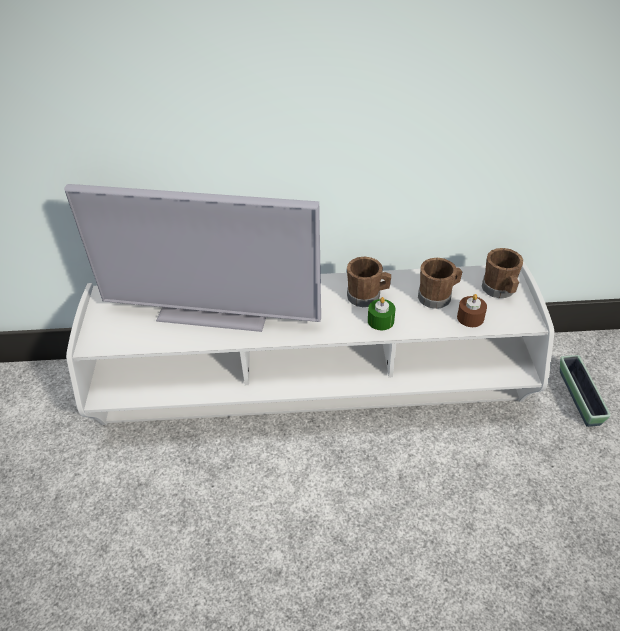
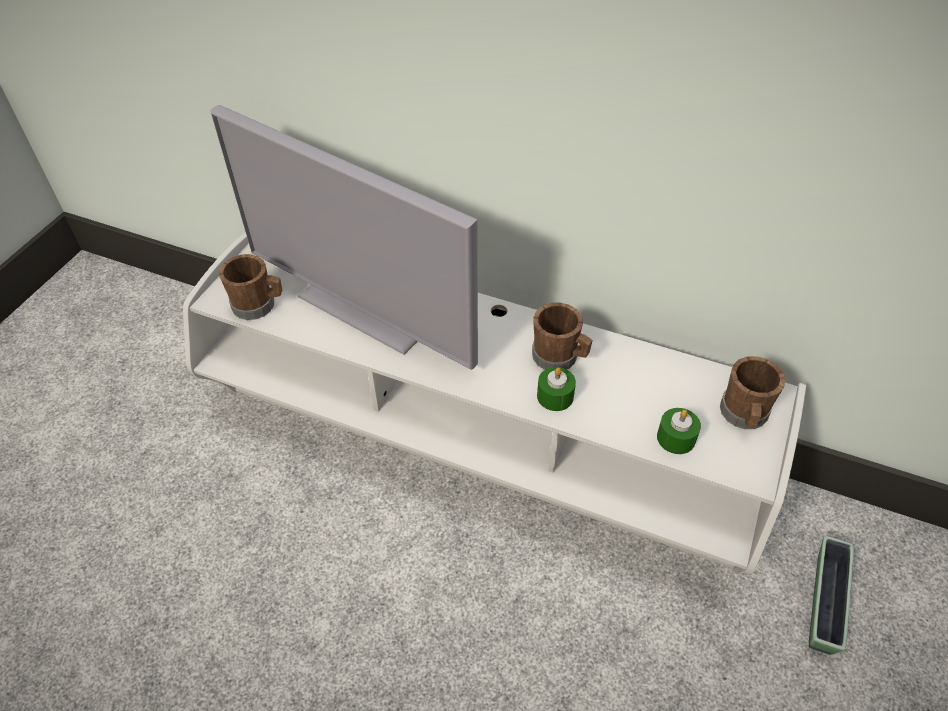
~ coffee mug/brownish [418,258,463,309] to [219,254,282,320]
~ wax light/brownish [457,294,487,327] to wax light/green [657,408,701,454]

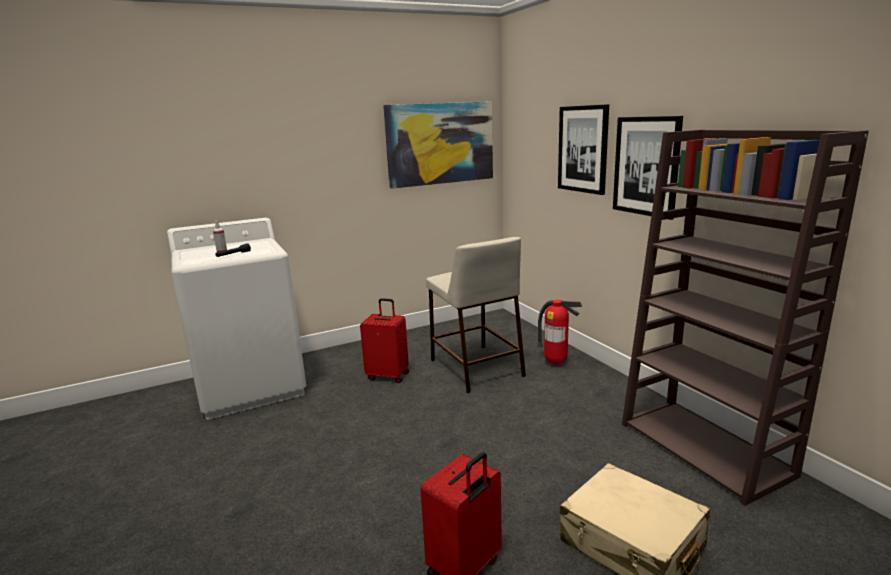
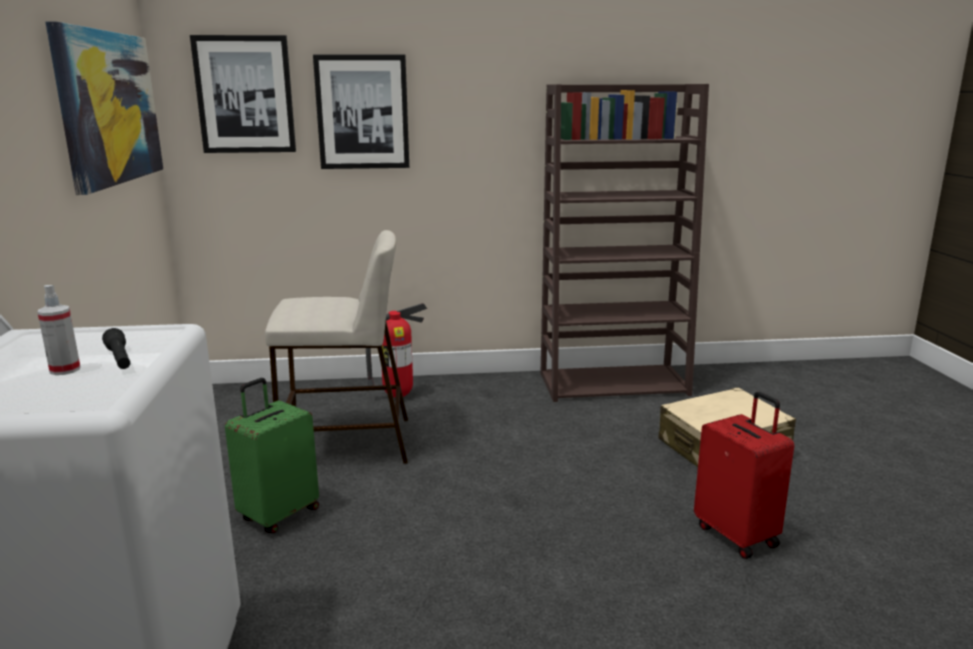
~ wall art [613,116,683,220] to [190,35,296,153]
~ piece of luggage/red [360,298,409,383] to piece of luggage/green [225,378,319,533]

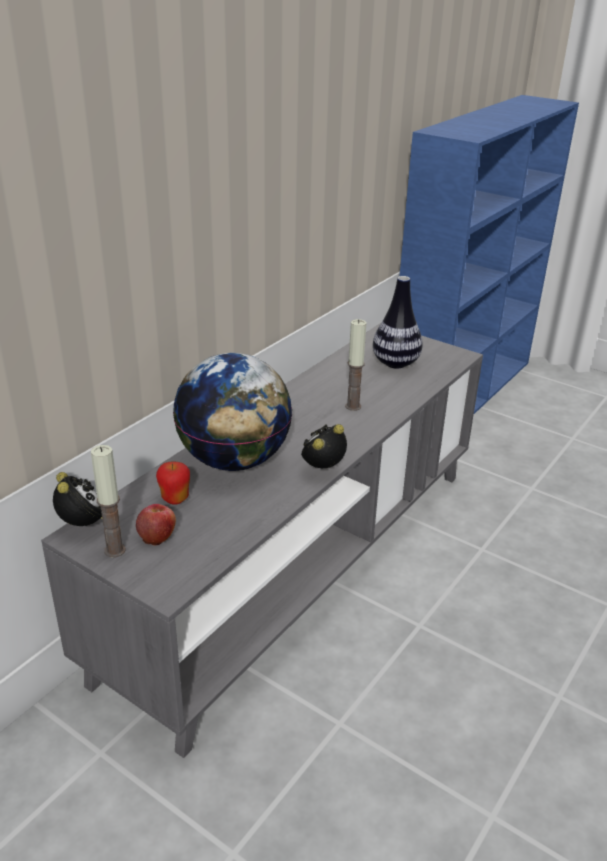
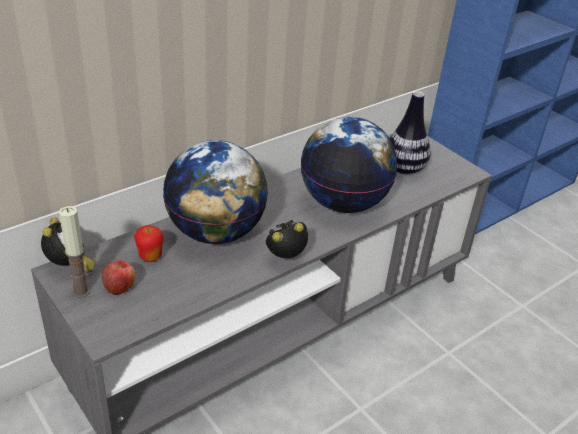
~ wax light [345,319,367,411] to globe [301,117,397,213]

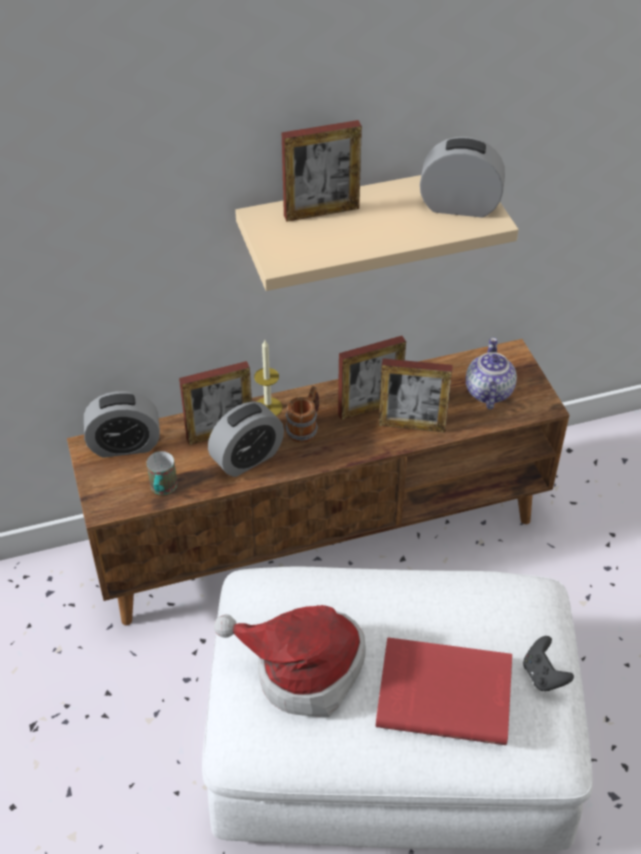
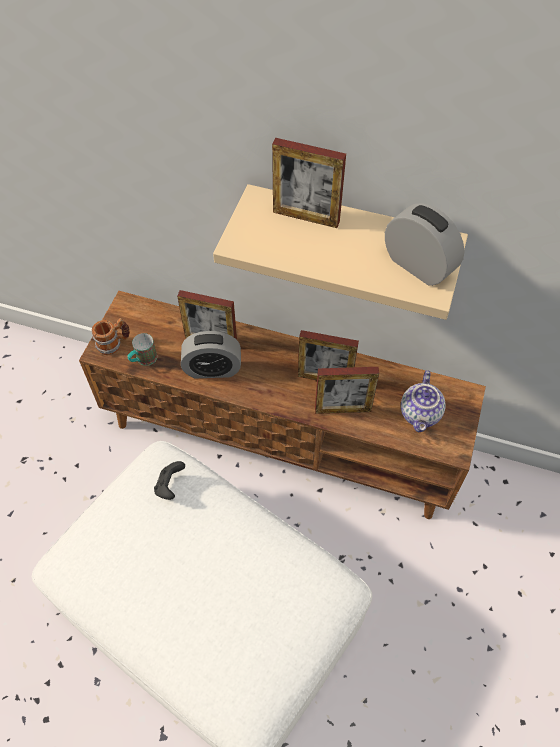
~ coffee mug [285,386,319,443] to [91,318,130,355]
~ joypad/black-coloured [523,636,574,691] to [154,461,185,500]
~ photo frame [378,358,453,432] = [315,367,379,414] 45 degrees counterclockwise
~ pot for tea [466,337,517,409] = [401,370,446,432] 150 degrees clockwise
- bedside clock [84,391,160,458]
- hat [214,605,366,717]
- wax light [254,340,282,416]
- volume/red [376,637,512,745]

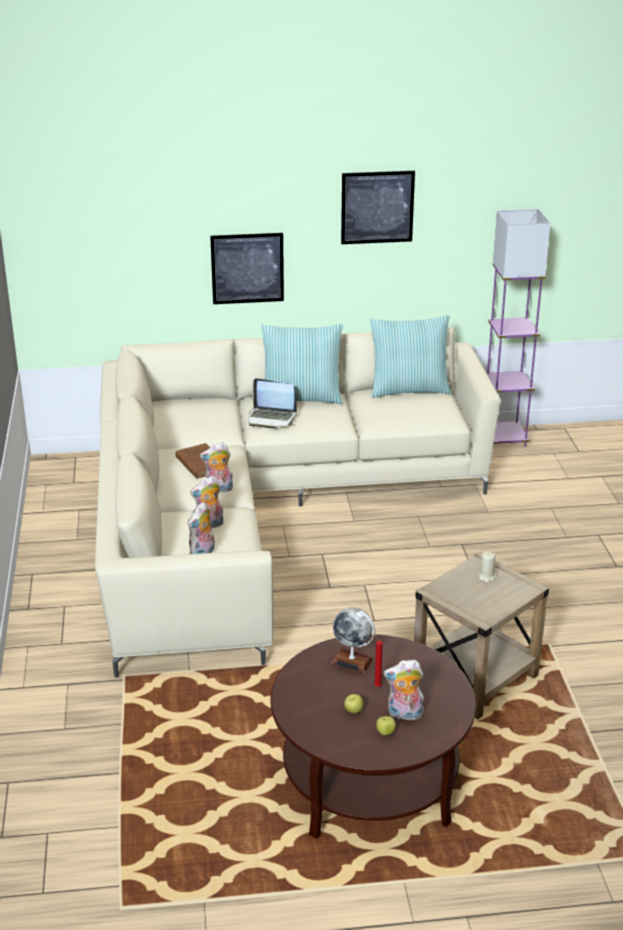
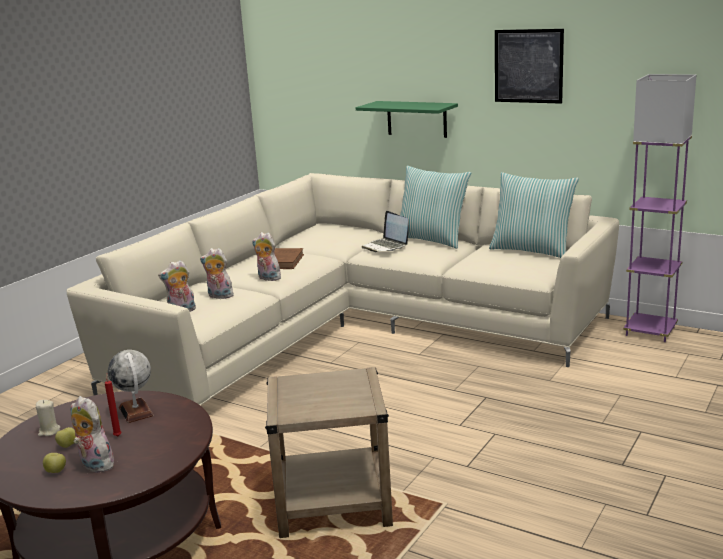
~ wax light/sand-coloured [478,552,496,583] to [36,400,60,436]
~ wall art [210,233,284,304] to bracket shelf/green [356,101,458,138]

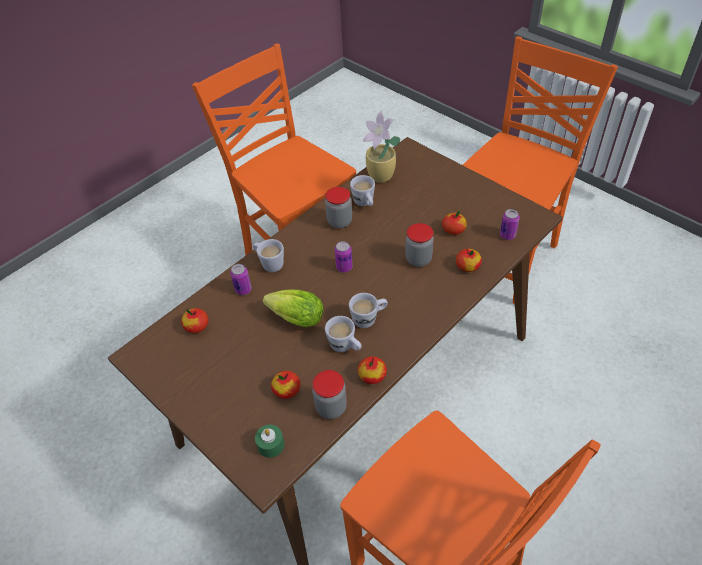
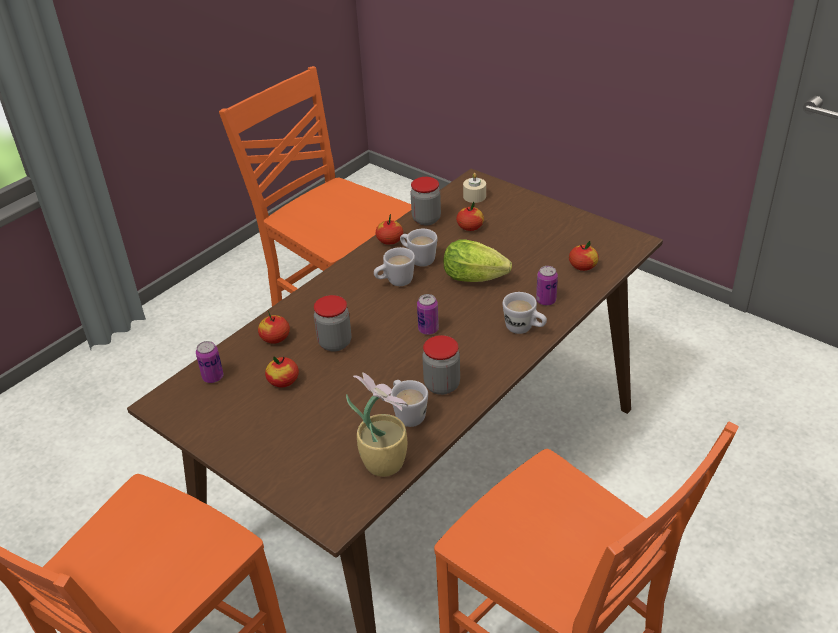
~ wax light/green [255,425,284,458] to wax light/sand-coloured [463,173,486,203]

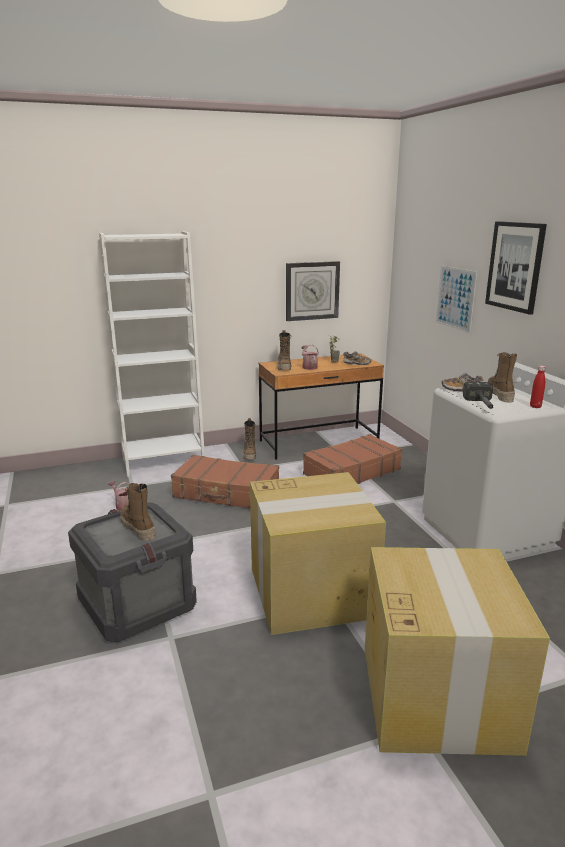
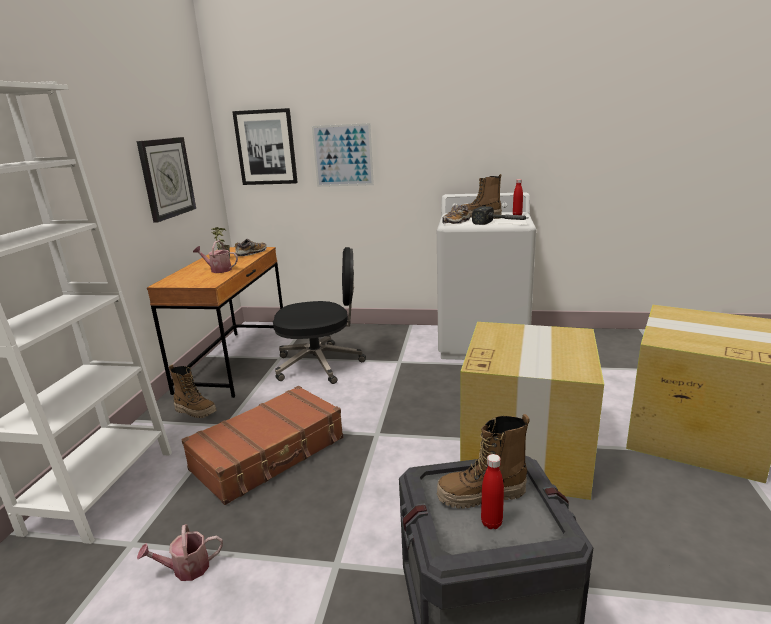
~ wall art [485,221,547,315] to [232,108,298,185]
~ piece of luggage/brownish [303,434,402,484] to office chair/black-coloured [273,247,366,384]
+ bottle/red [481,454,504,529]
- high-top boot [278,330,291,370]

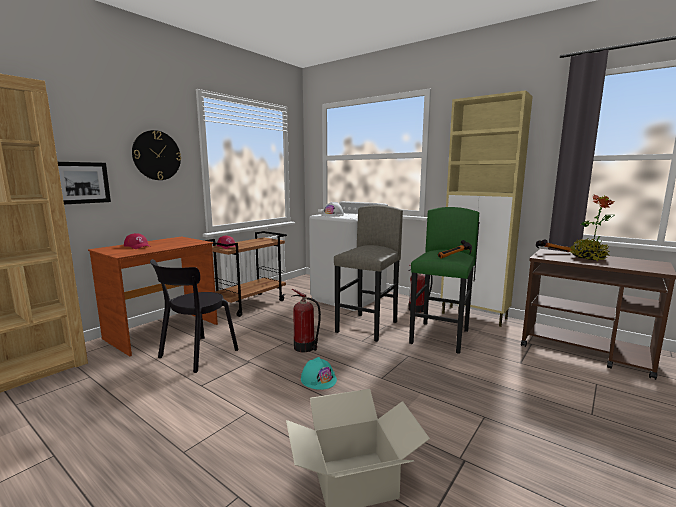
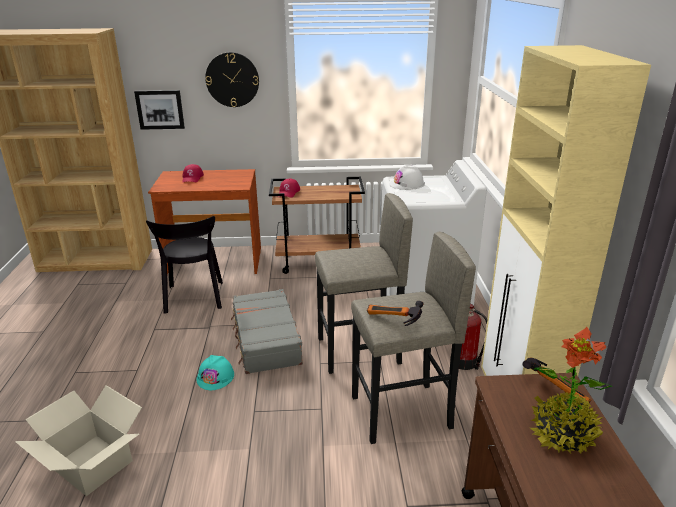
~ upright chair/black-coloured [150,259,239,373] = [146,216,223,314] 90 degrees counterclockwise
~ fire-fighting cylinder [292,289,321,352] to piece of luggage/gray [231,289,303,374]
~ stool/green [409,207,479,354] to stool/gray [351,232,476,444]

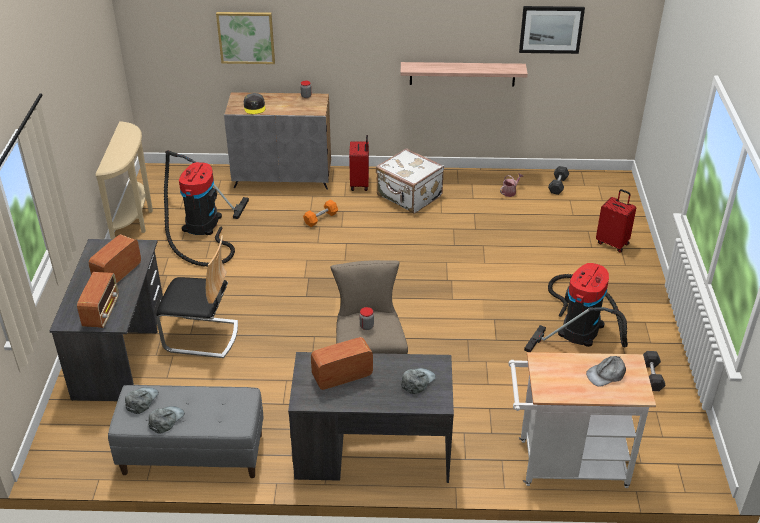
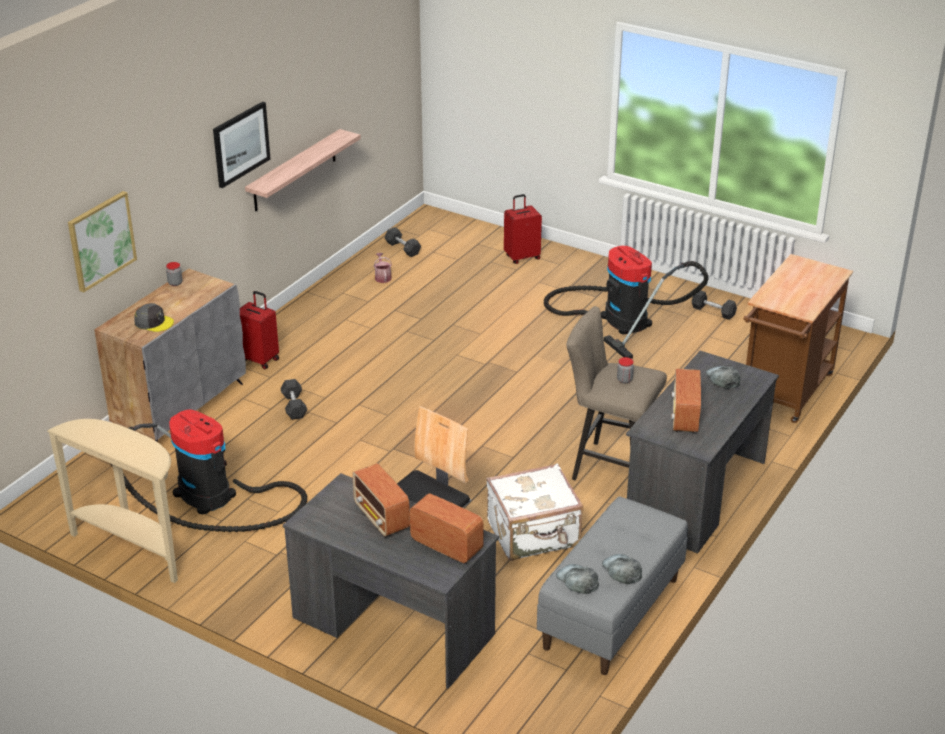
~ wall art [519,6,585,54] to [213,102,270,188]
~ hand weight/orange [303,200,338,227] to hand weight/gray [280,379,307,420]
~ piece of luggage/white [376,148,444,213] to [486,463,583,561]
~ trolley/white [509,352,656,488] to trolley/brownish [744,254,853,423]
- cap/gray [586,356,626,387]

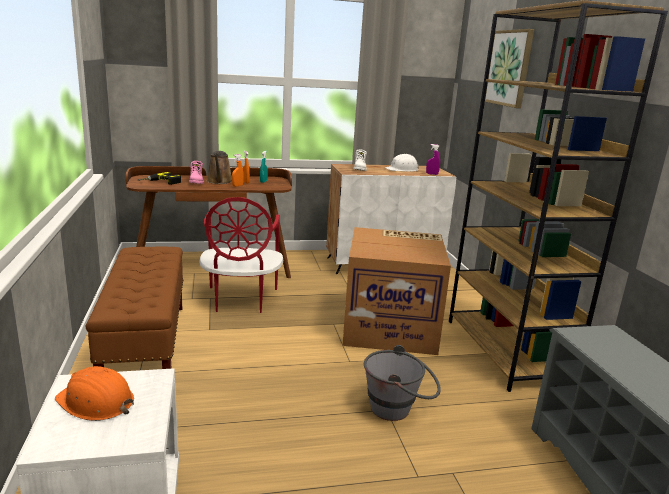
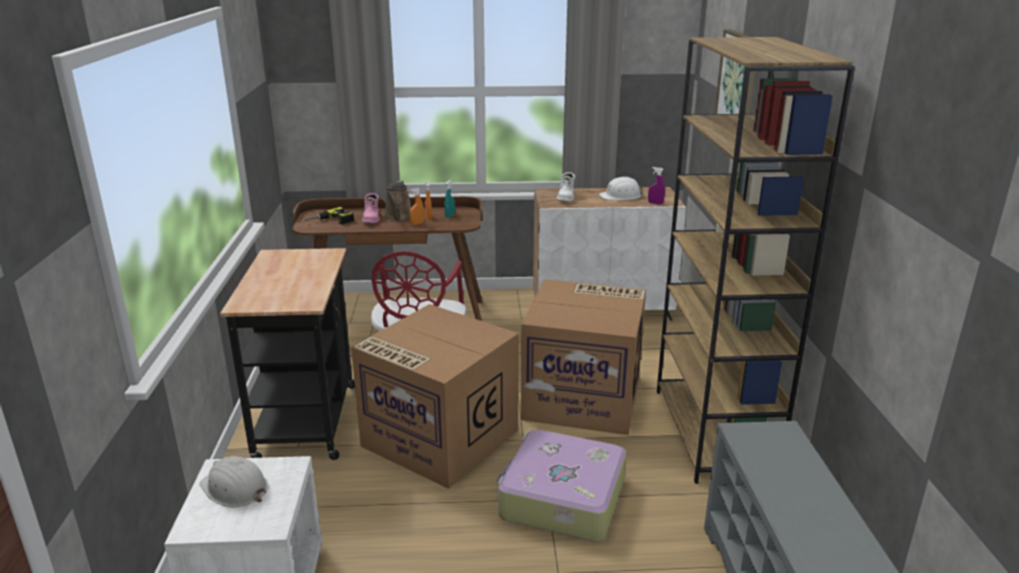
~ hard hat/orange [55,366,134,421] to hard hat/white [200,456,268,507]
~ indoor bench/brownish [86,247,183,369] to trolley/black-coloured [220,247,355,460]
+ cardboard box [351,304,519,489]
~ bucket/gray [364,345,441,421] to piece of luggage [497,430,626,542]

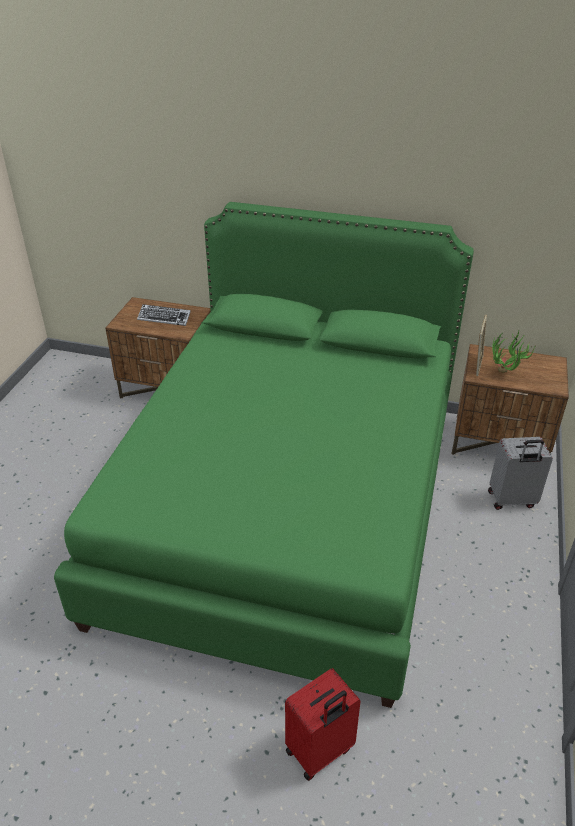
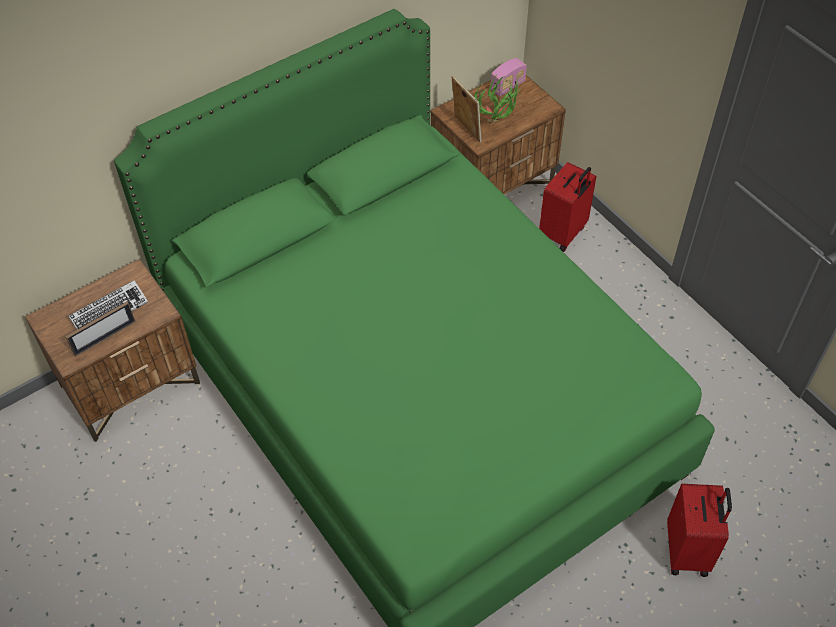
+ photo frame [65,301,135,357]
+ radio [491,58,527,96]
~ piece of luggage/gray [488,437,553,510] to piece of luggage/red [539,162,596,252]

